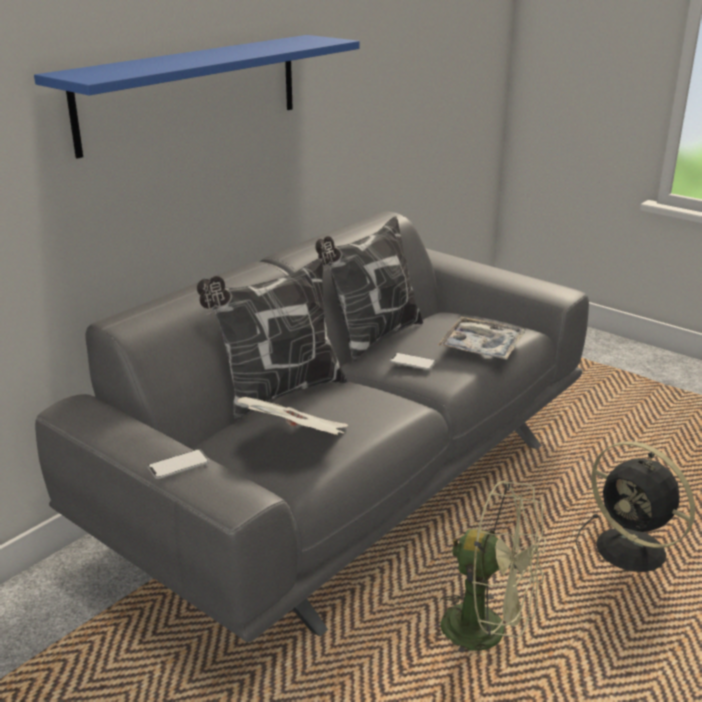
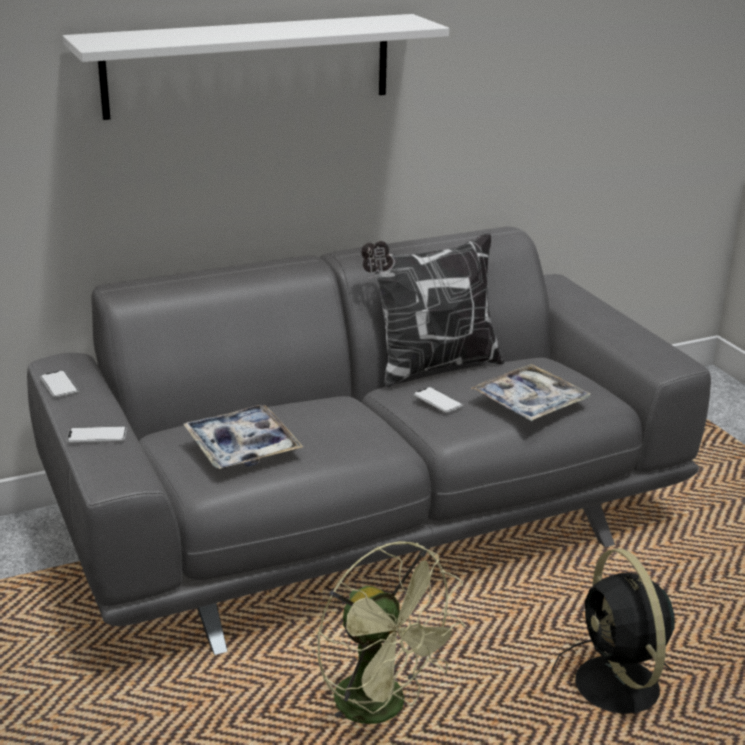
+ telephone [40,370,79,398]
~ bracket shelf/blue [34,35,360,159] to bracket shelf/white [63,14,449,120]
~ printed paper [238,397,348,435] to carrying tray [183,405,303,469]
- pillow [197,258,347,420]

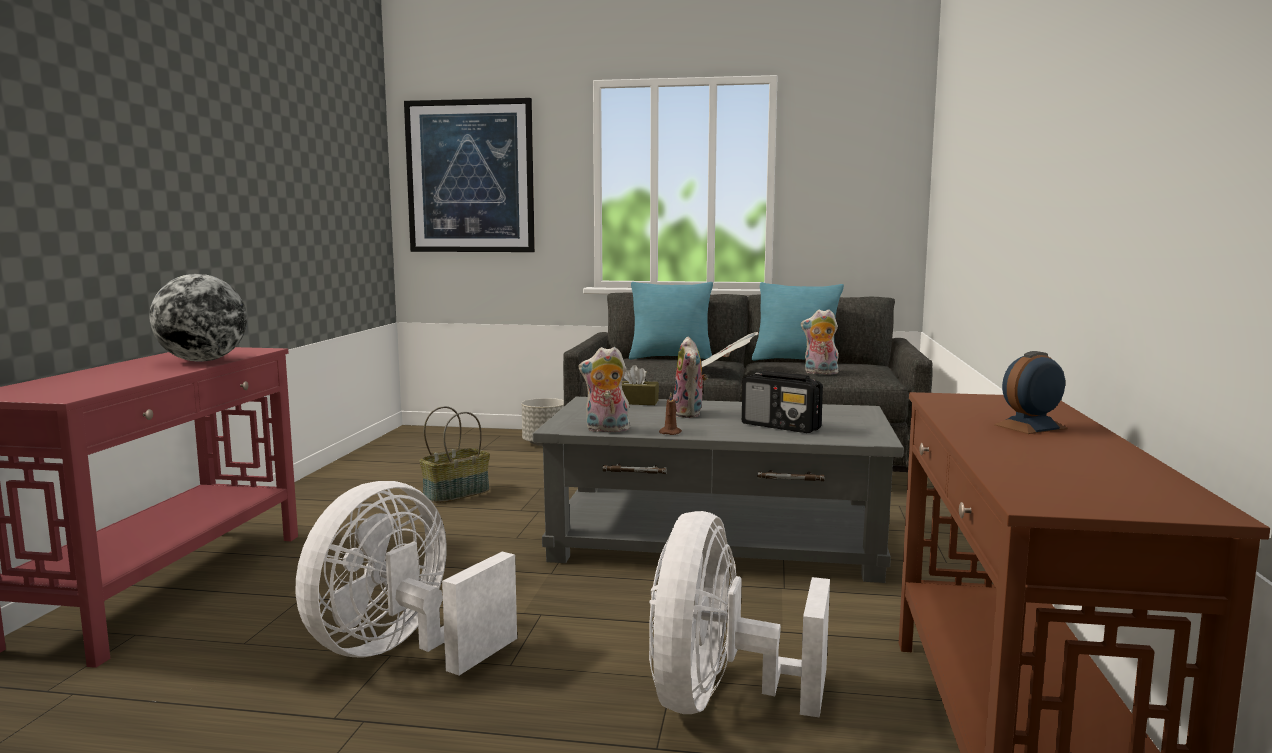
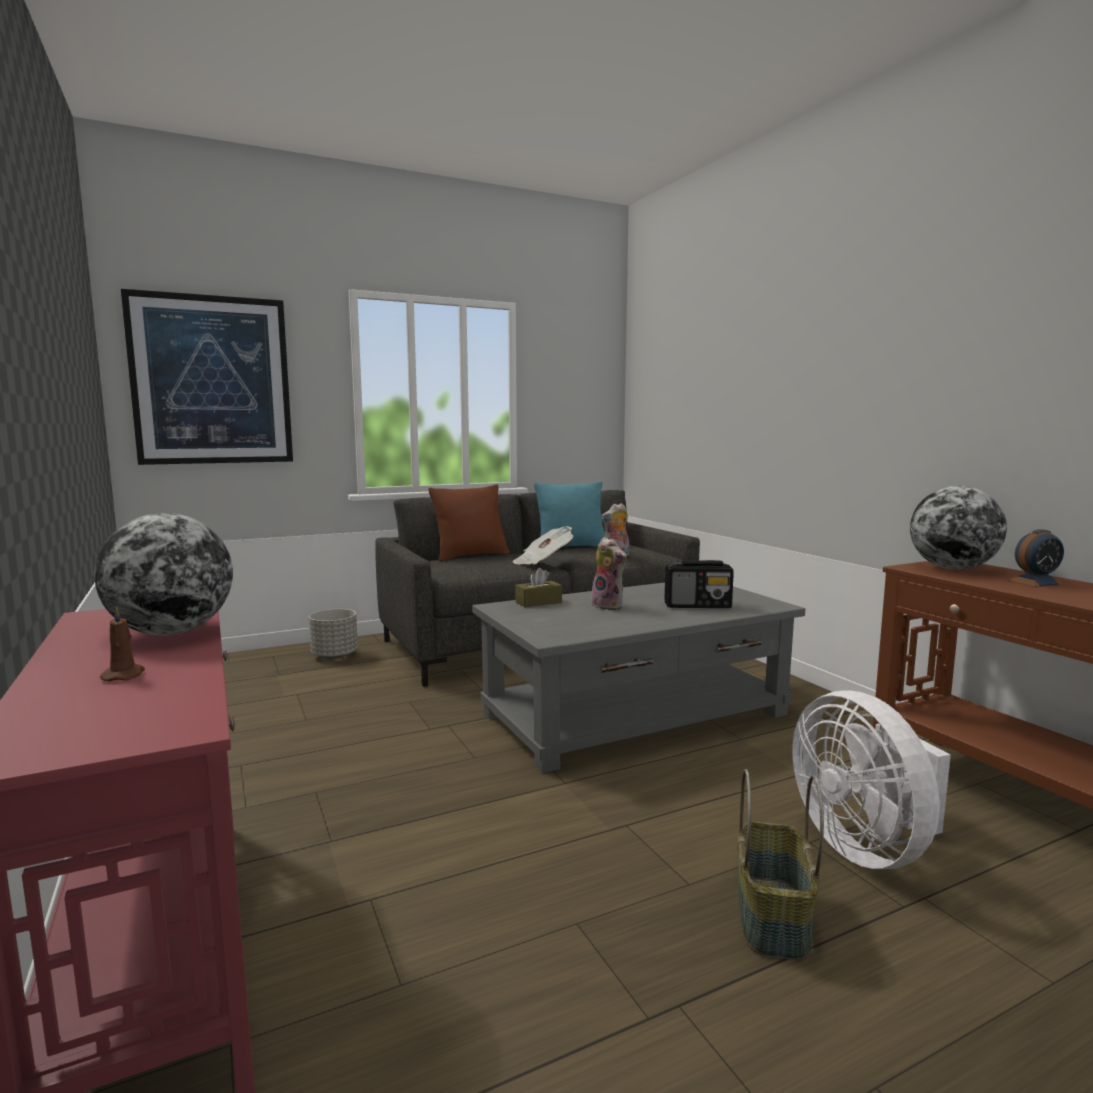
~ wax light/brownish [659,393,682,435] to [100,606,145,681]
~ pillow/blue-green [629,282,713,359] to pillow/brownish [428,484,510,562]
~ basket [420,406,490,503] to [738,769,824,960]
+ globe [910,486,1007,570]
~ bedside clock [994,351,1067,434] = [1007,529,1064,587] 135 degrees counterclockwise
- electric fan/white [296,481,517,675]
- soft toy [579,347,631,432]

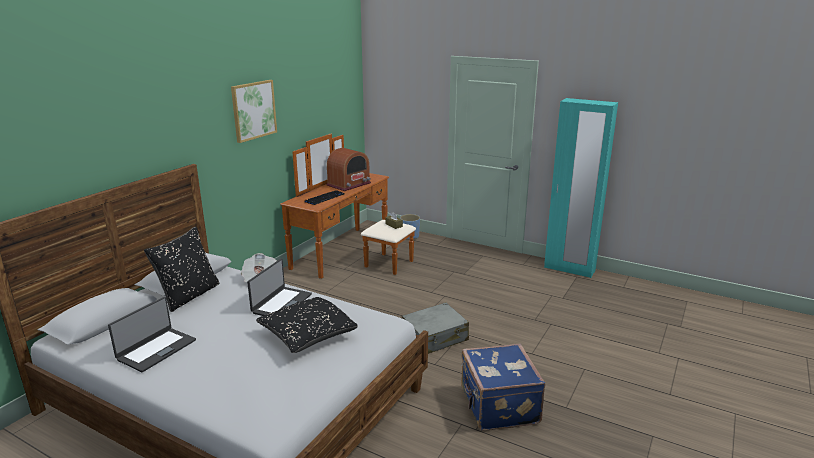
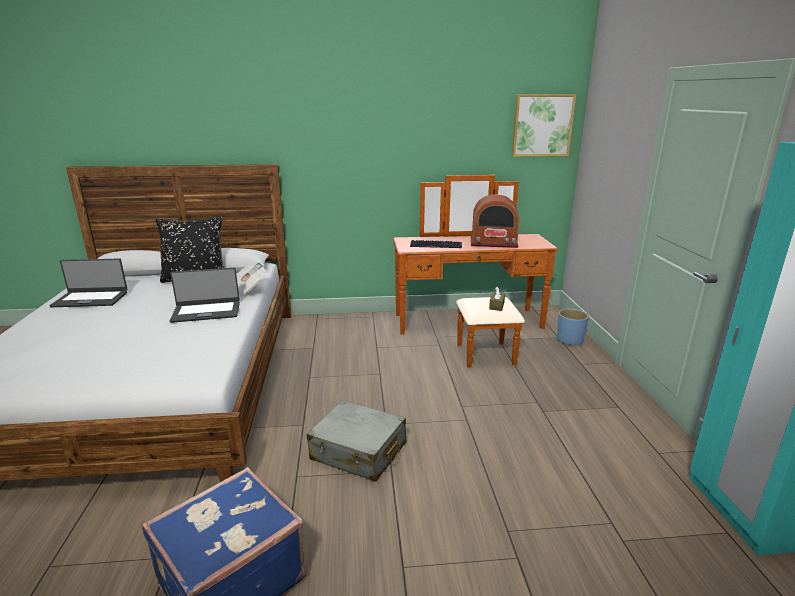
~ wall art [231,80,277,143] to [512,94,576,157]
- pillow/black-coloured [256,297,358,353]

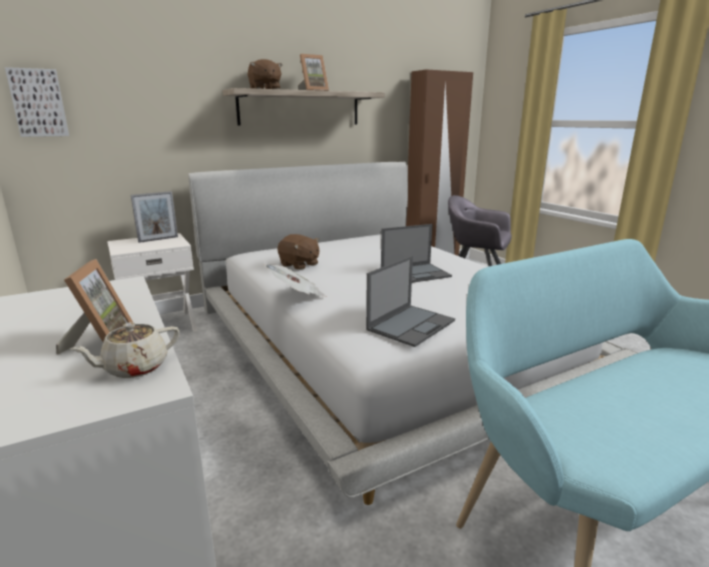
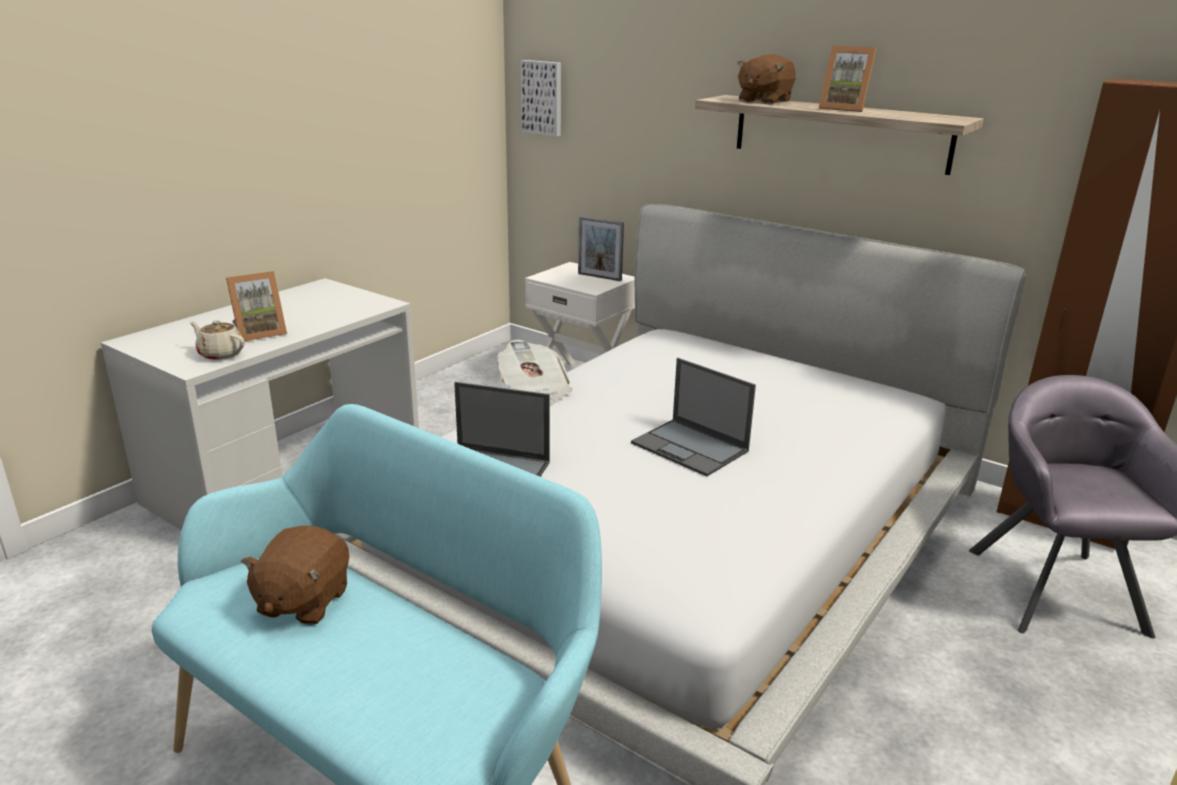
~ soft toy/brownish [277,234,320,270] to [241,526,349,625]

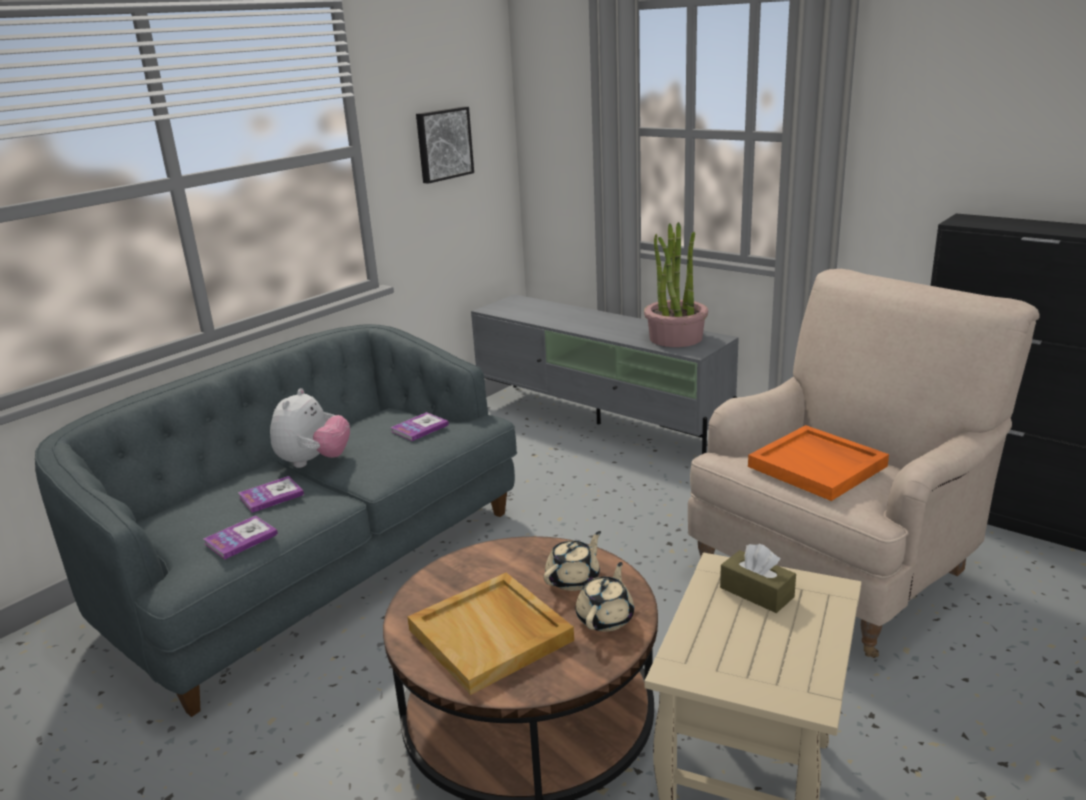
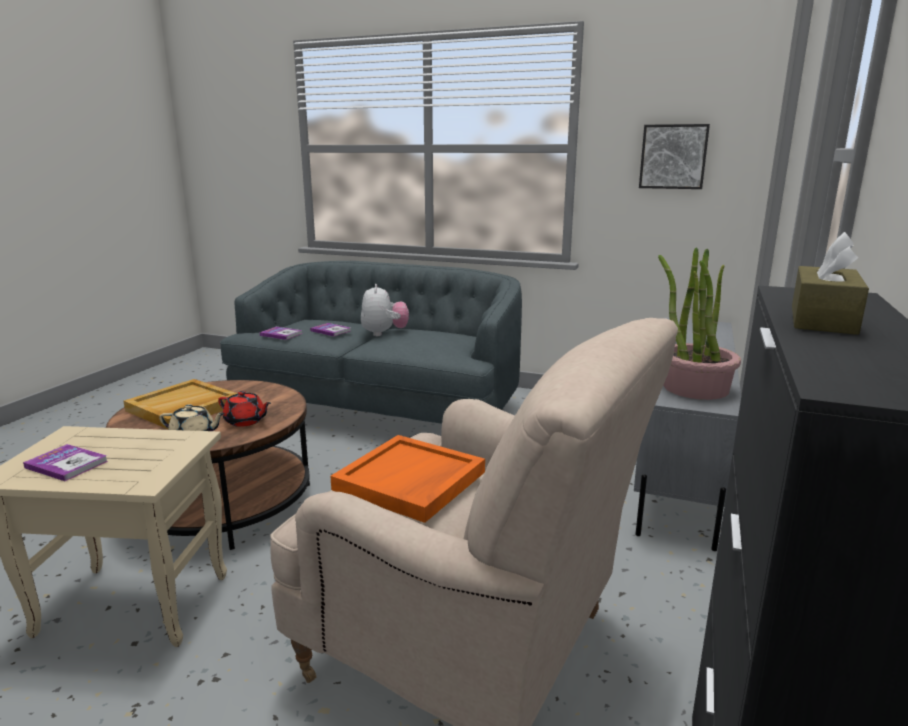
~ volume [391,412,449,441] to [23,444,108,481]
~ pot for tea/sand-coloured [543,531,601,591] to pot for tea/red [218,391,271,427]
~ soft toy [270,388,350,468] = [361,284,409,336] 90 degrees counterclockwise
~ box of tissues/brownish [720,544,796,613] to [792,232,869,335]

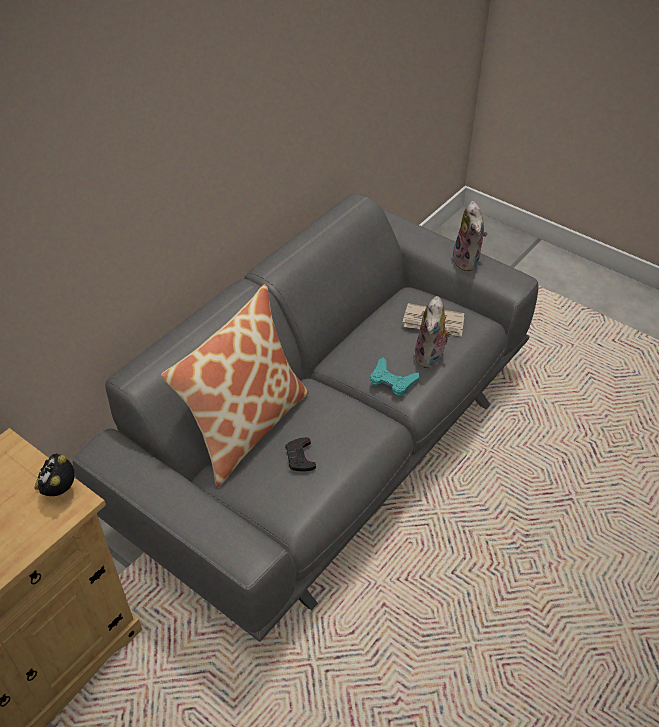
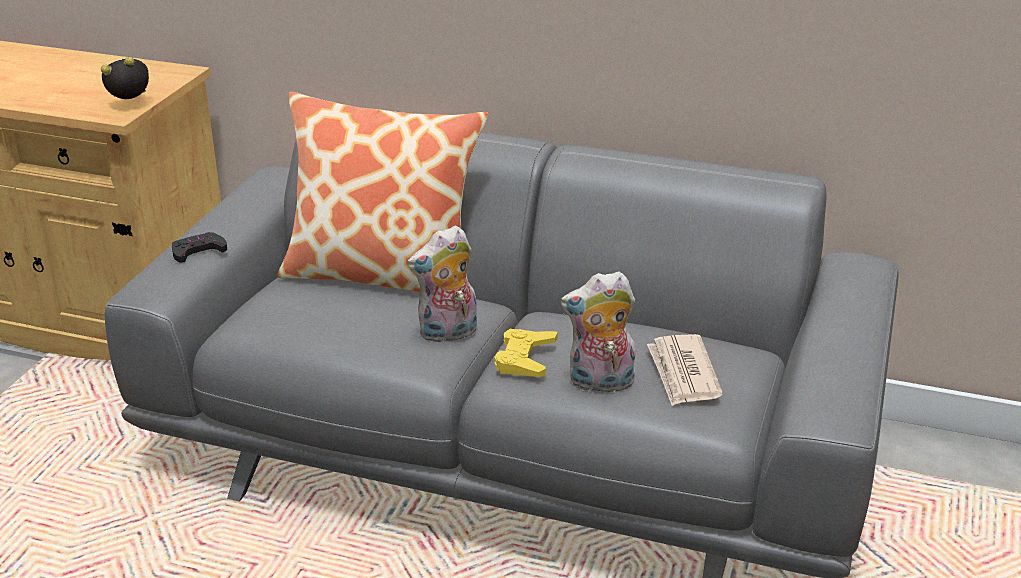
~ joypad/black-coloured [285,437,316,472] to [172,232,227,263]
~ soft toy [452,201,487,271] to [407,226,477,343]
~ joypad/blue-green [370,357,419,397] to joypad/yellow [494,329,558,377]

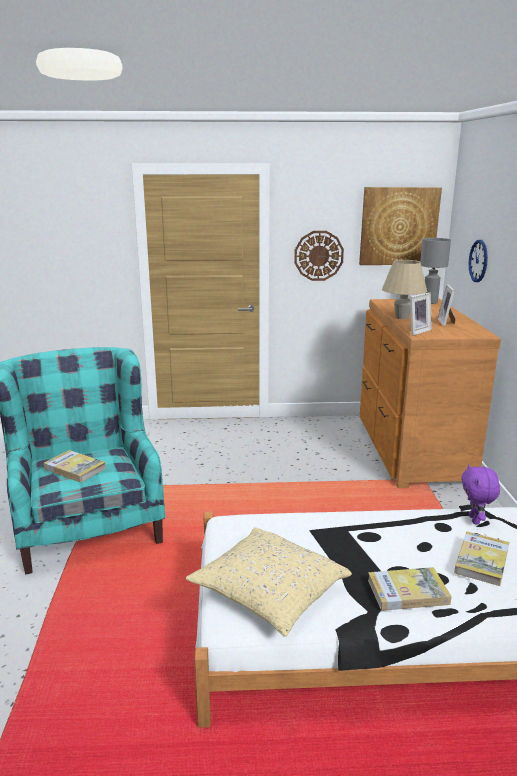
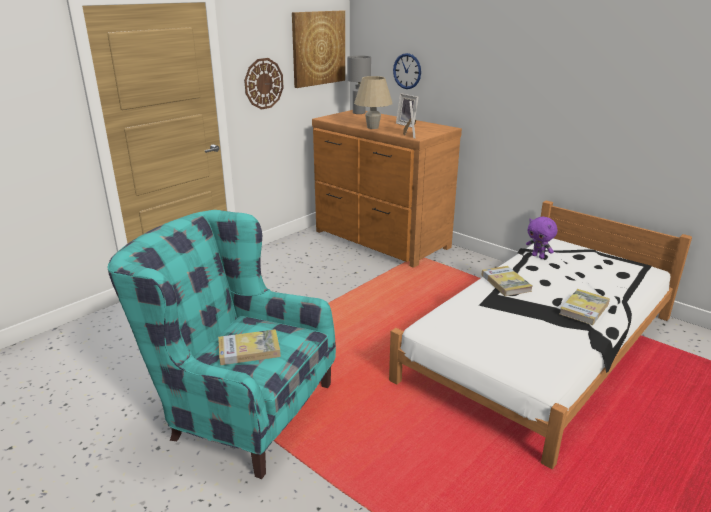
~ volume [454,531,509,586] to [482,266,532,296]
- pillow/sand-coloured [186,527,352,637]

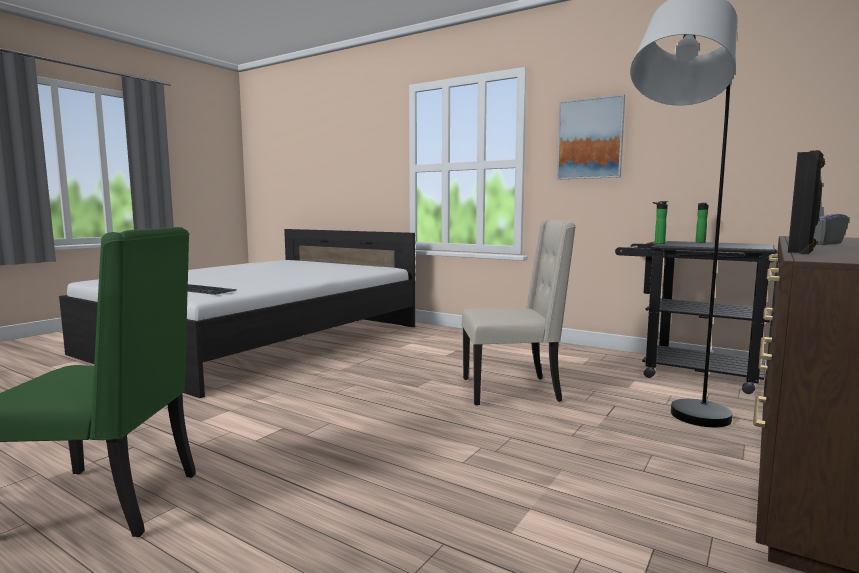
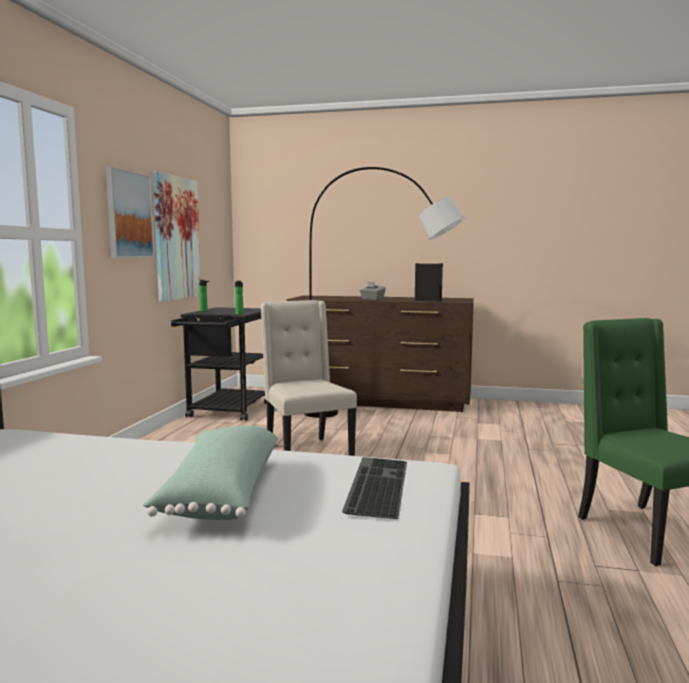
+ pillow/green [143,425,278,520]
+ wall art [153,171,201,302]

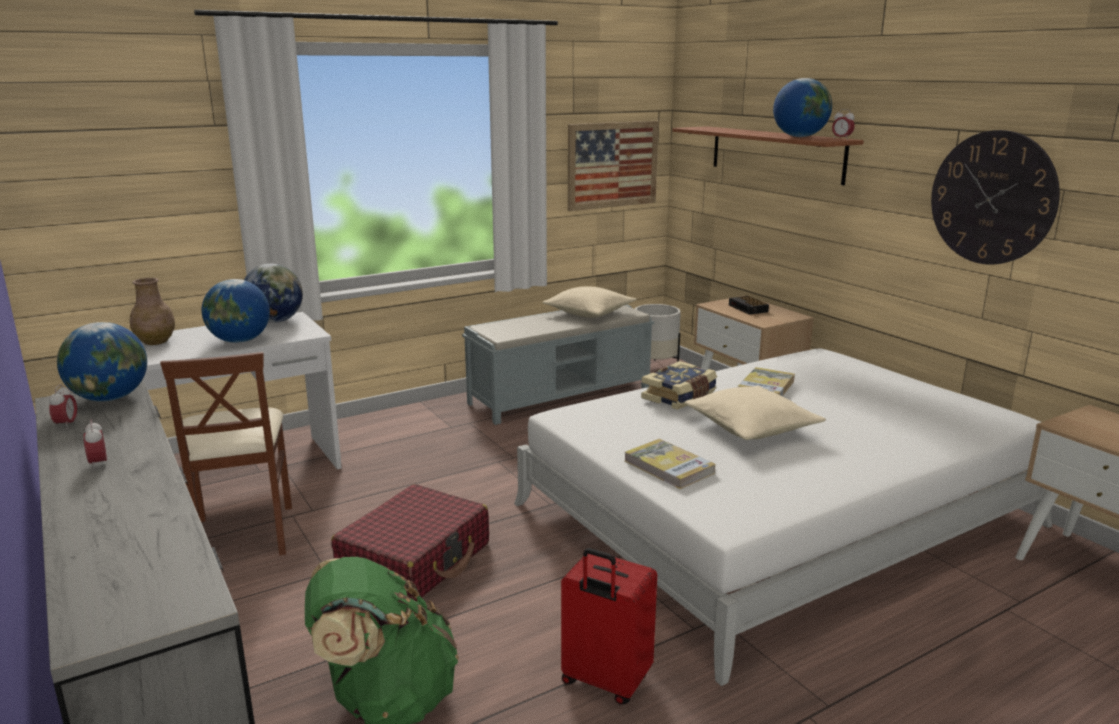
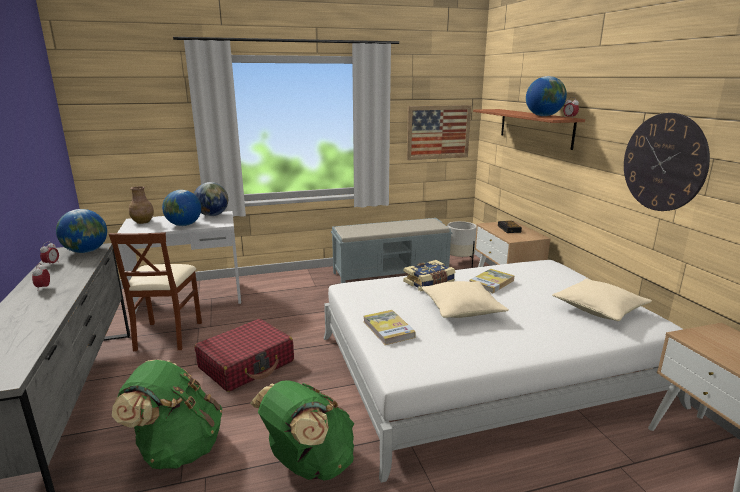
~ piece of luggage/red [561,548,657,704] to knapsack/green [250,380,354,480]
~ pillow/sand-coloured [542,286,636,318] to [552,279,652,321]

